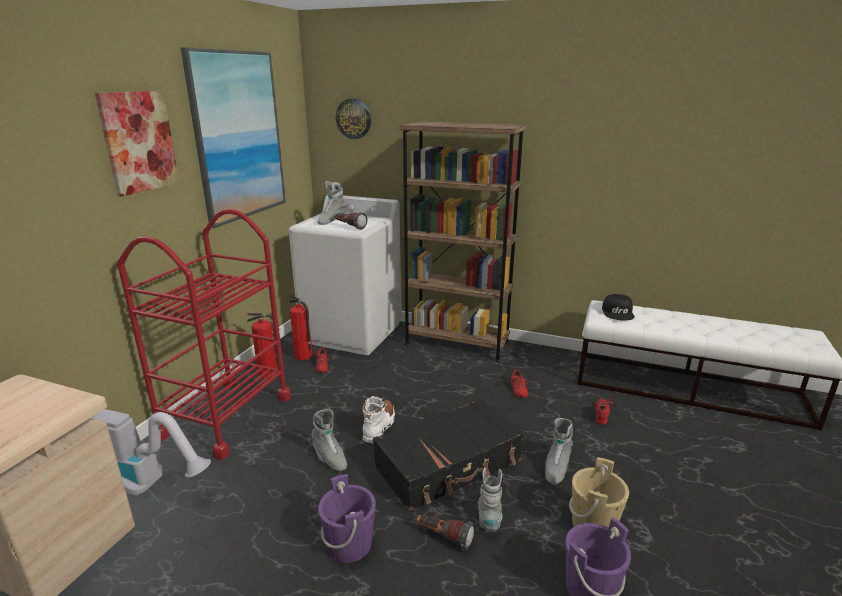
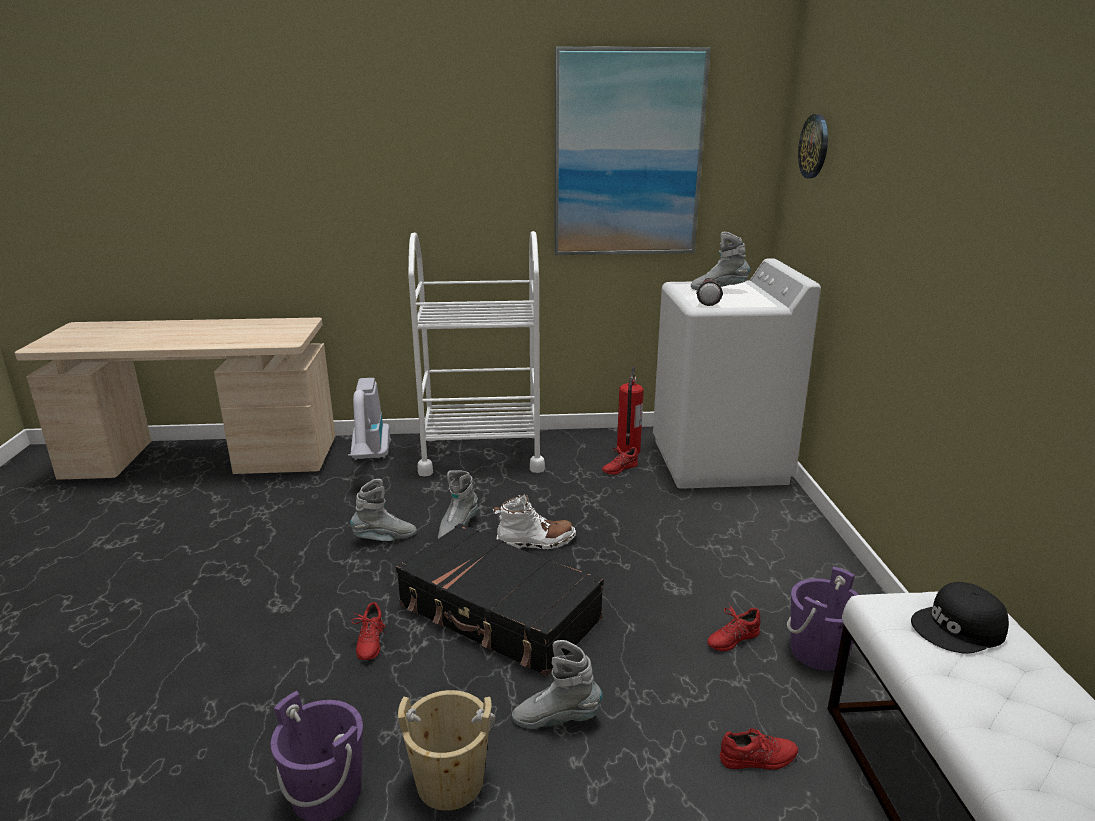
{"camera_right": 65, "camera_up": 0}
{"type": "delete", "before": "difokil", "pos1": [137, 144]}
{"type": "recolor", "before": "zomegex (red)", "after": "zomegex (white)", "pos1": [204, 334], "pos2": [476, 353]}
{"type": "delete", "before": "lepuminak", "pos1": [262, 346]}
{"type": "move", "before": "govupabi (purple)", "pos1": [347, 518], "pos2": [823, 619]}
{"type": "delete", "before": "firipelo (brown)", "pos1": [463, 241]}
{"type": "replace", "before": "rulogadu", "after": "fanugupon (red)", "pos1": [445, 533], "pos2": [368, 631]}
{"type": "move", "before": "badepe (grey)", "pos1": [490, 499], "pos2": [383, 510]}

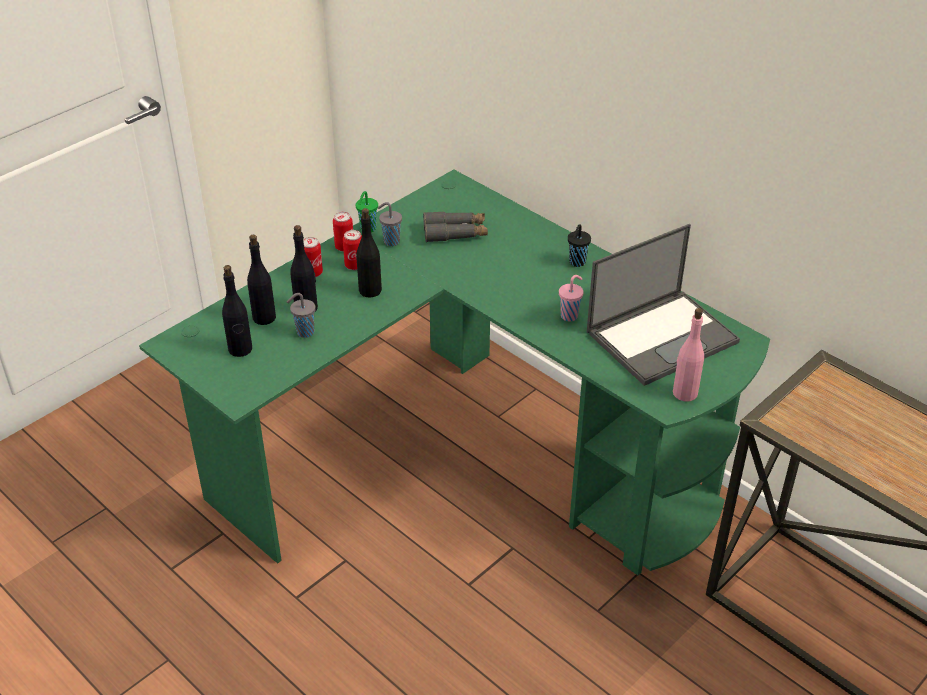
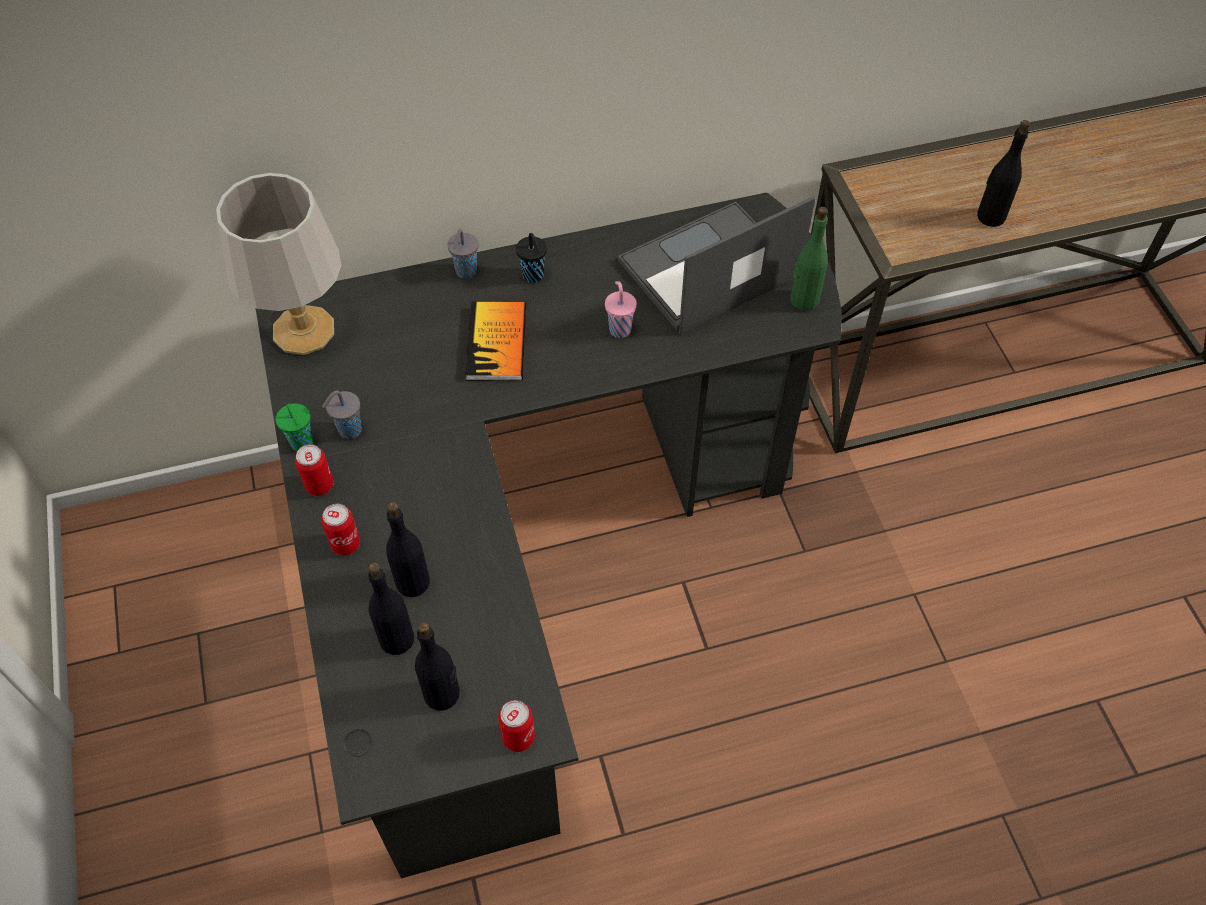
{"camera_right": -60, "camera_up": 15}
{"type": "recolor", "before": "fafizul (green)", "after": "fafizul (black)", "pos1": [454, 372], "pos2": [548, 535]}
{"type": "move", "before": "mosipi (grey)", "pos1": [301, 315], "pos2": [462, 254]}
{"type": "move", "before": "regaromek", "pos1": [352, 250], "pos2": [516, 726]}
{"type": "move", "before": "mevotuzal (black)", "pos1": [369, 253], "pos2": [1003, 173]}
{"type": "delete", "before": "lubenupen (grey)", "pos1": [455, 226]}
{"type": "rotate", "before": "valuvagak", "pos1": [663, 305], "pos2": [717, 265], "turn": -120}
{"type": "recolor", "before": "mevotuzal (pink)", "after": "mevotuzal (green)", "pos1": [688, 354], "pos2": [809, 259]}
{"type": "insert", "after": "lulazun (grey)", "pos2": [278, 264]}
{"type": "insert", "after": "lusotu", "pos2": [495, 341]}

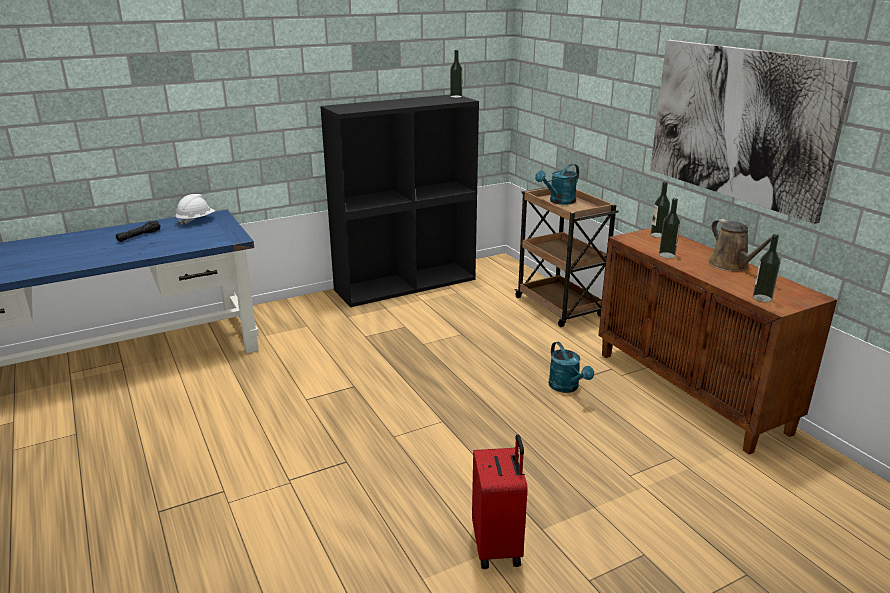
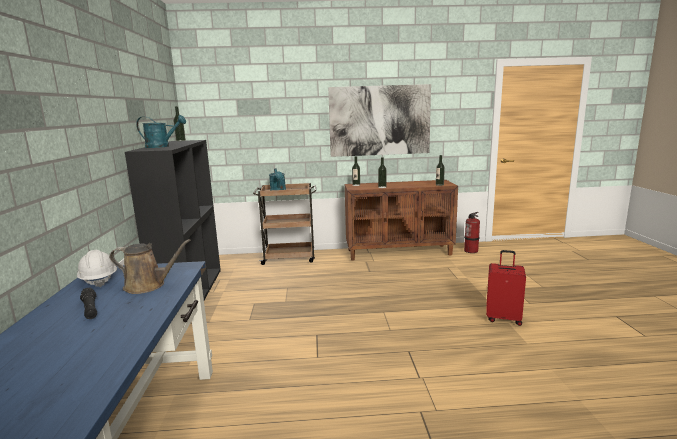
{"camera_right": -65, "camera_up": -10}
{"type": "move", "before": "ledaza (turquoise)", "pos1": [571, 367], "pos2": [161, 131]}
{"type": "move", "before": "ledaza (brown)", "pos1": [740, 245], "pos2": [150, 266]}
{"type": "insert", "after": "lepuminak", "pos2": [472, 232]}

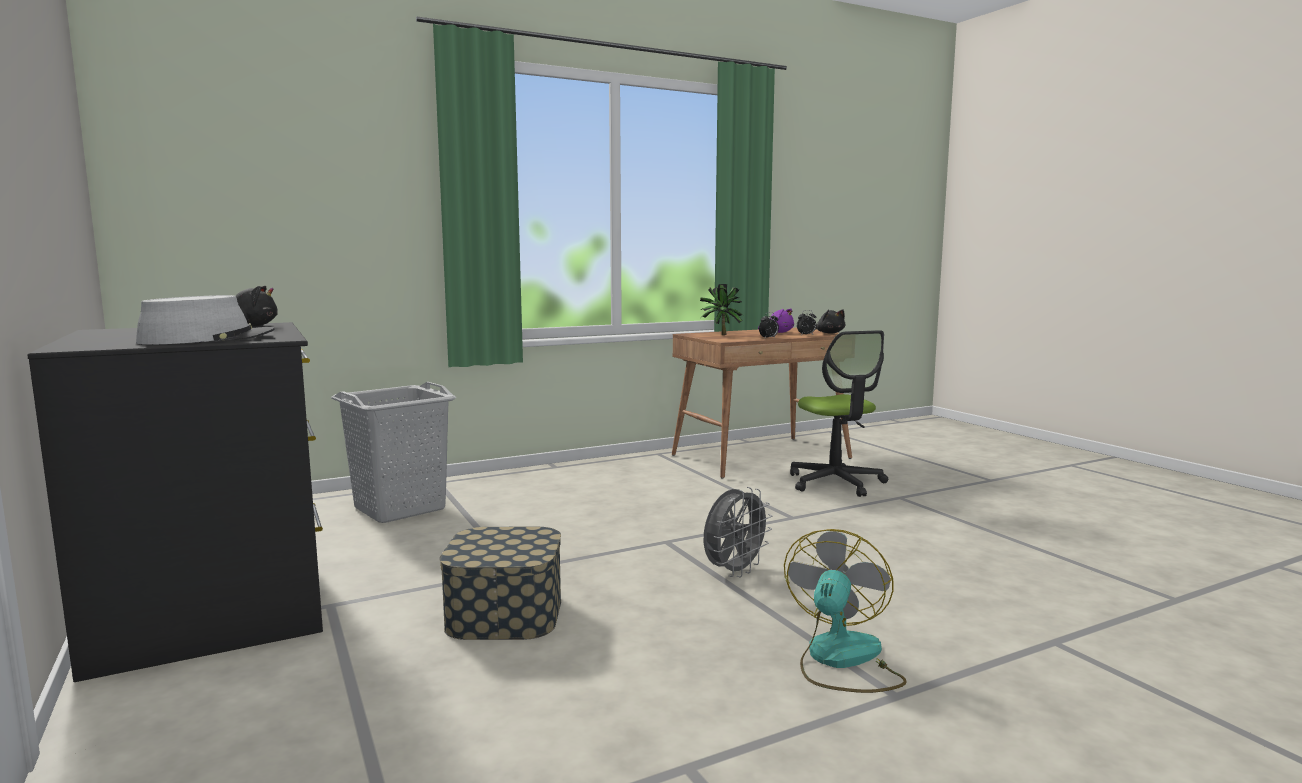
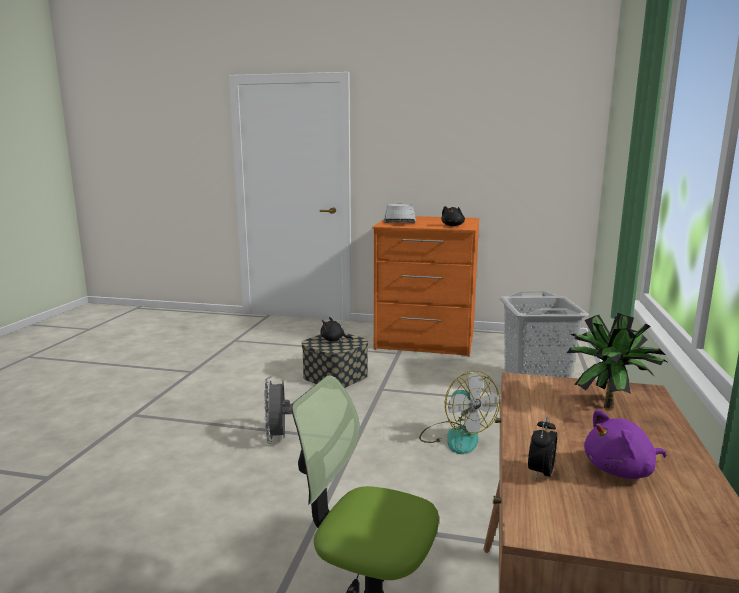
{"camera_right": 130, "camera_up": 5}
{"type": "recolor", "before": "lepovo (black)", "after": "lepovo (orange)", "pos1": [175, 502], "pos2": [425, 286]}
{"type": "delete", "before": "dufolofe", "pos1": [769, 325]}
{"type": "move", "before": "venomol", "pos1": [845, 611], "pos2": [459, 412]}
{"type": "move", "before": "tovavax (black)", "pos1": [830, 321], "pos2": [336, 329]}

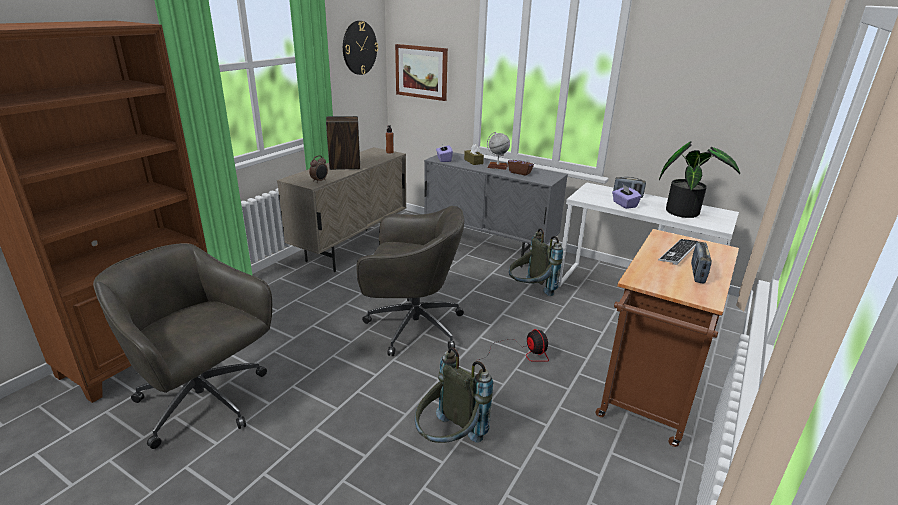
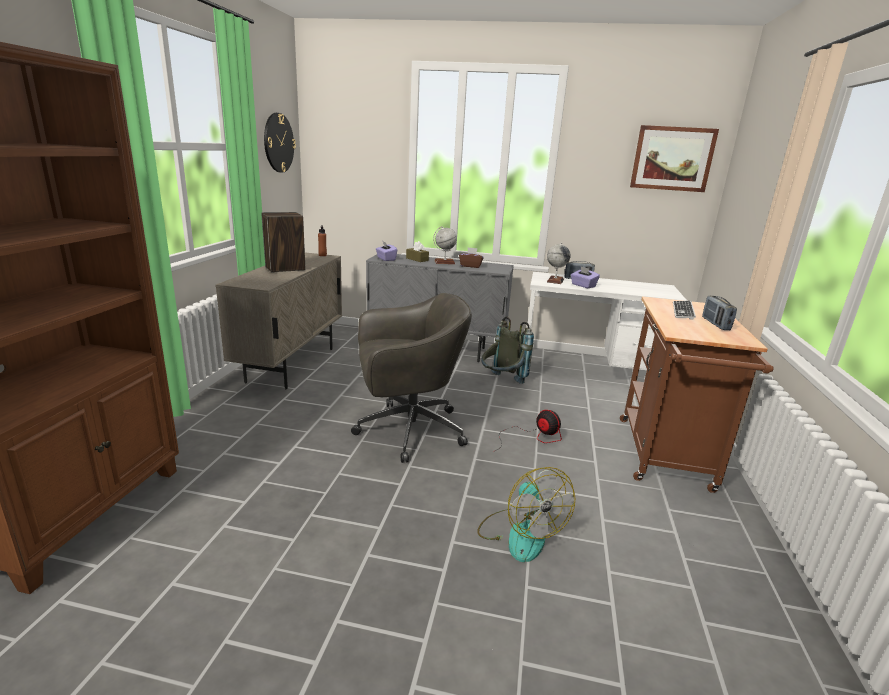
{"camera_right": -20, "camera_up": -5}
{"type": "delete", "before": "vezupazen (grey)", "pos1": [182, 346]}
{"type": "delete", "before": "dufolofe", "pos1": [318, 168]}
{"type": "move", "before": "difokil", "pos1": [421, 72], "pos2": [674, 158]}
{"type": "replace", "before": "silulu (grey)", "after": "venomol", "pos1": [454, 395], "pos2": [526, 514]}
{"type": "delete", "before": "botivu", "pos1": [699, 179]}
{"type": "insert", "after": "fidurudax", "pos2": [559, 263]}

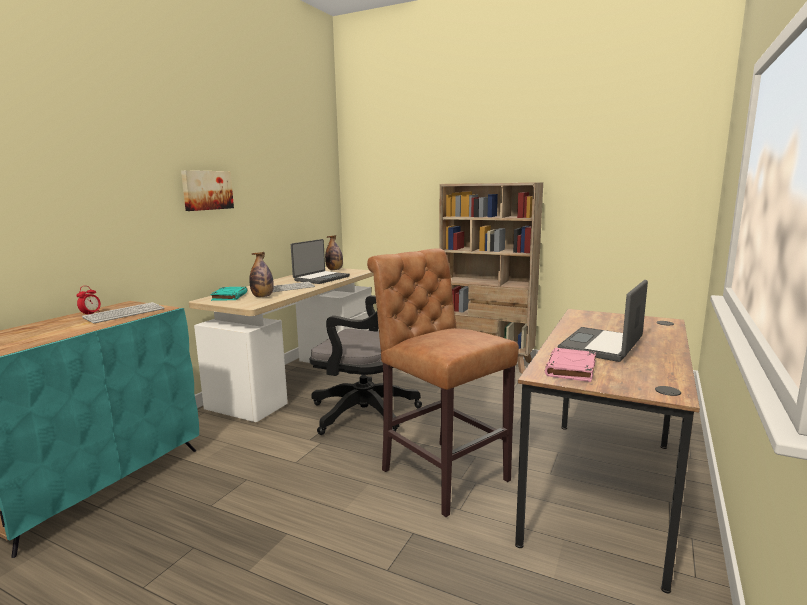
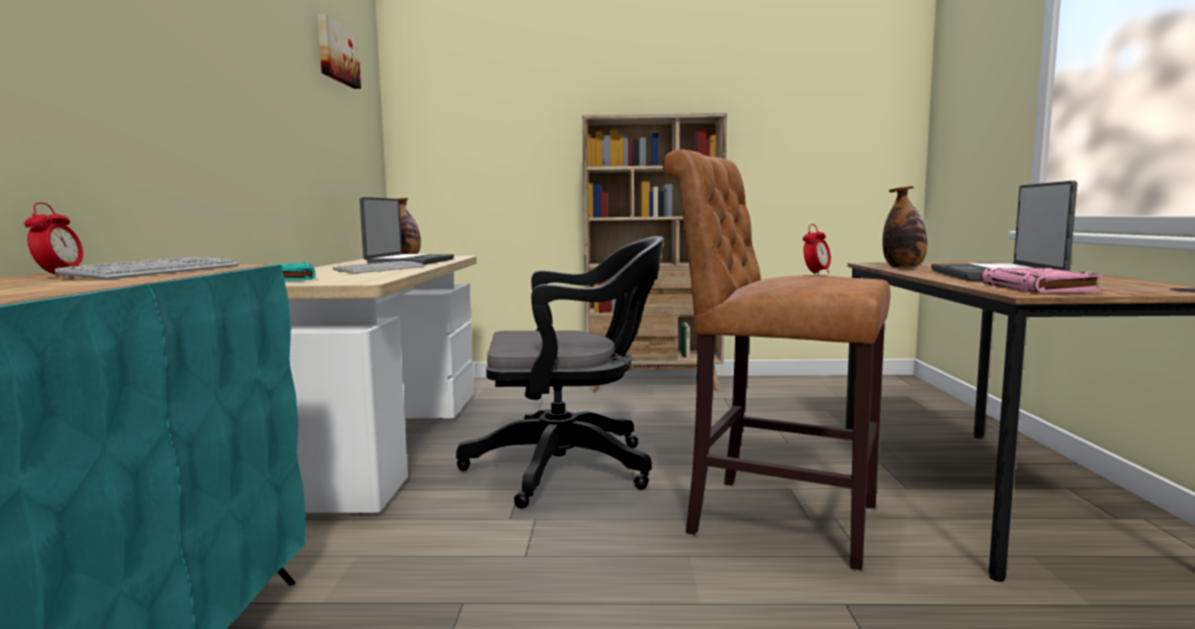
{"camera_right": -25, "camera_up": -5}
{"type": "move", "before": "difokil", "pos1": [207, 190], "pos2": [339, 51]}
{"type": "move", "before": "mevotuzal", "pos1": [261, 274], "pos2": [904, 227]}
{"type": "insert", "after": "dufolofe", "pos2": [817, 249]}

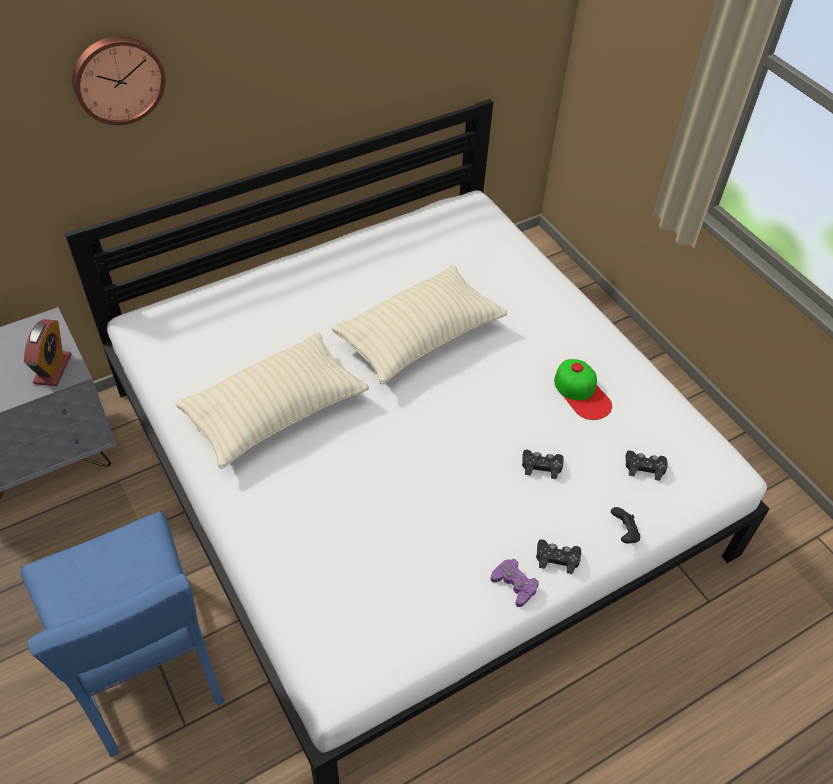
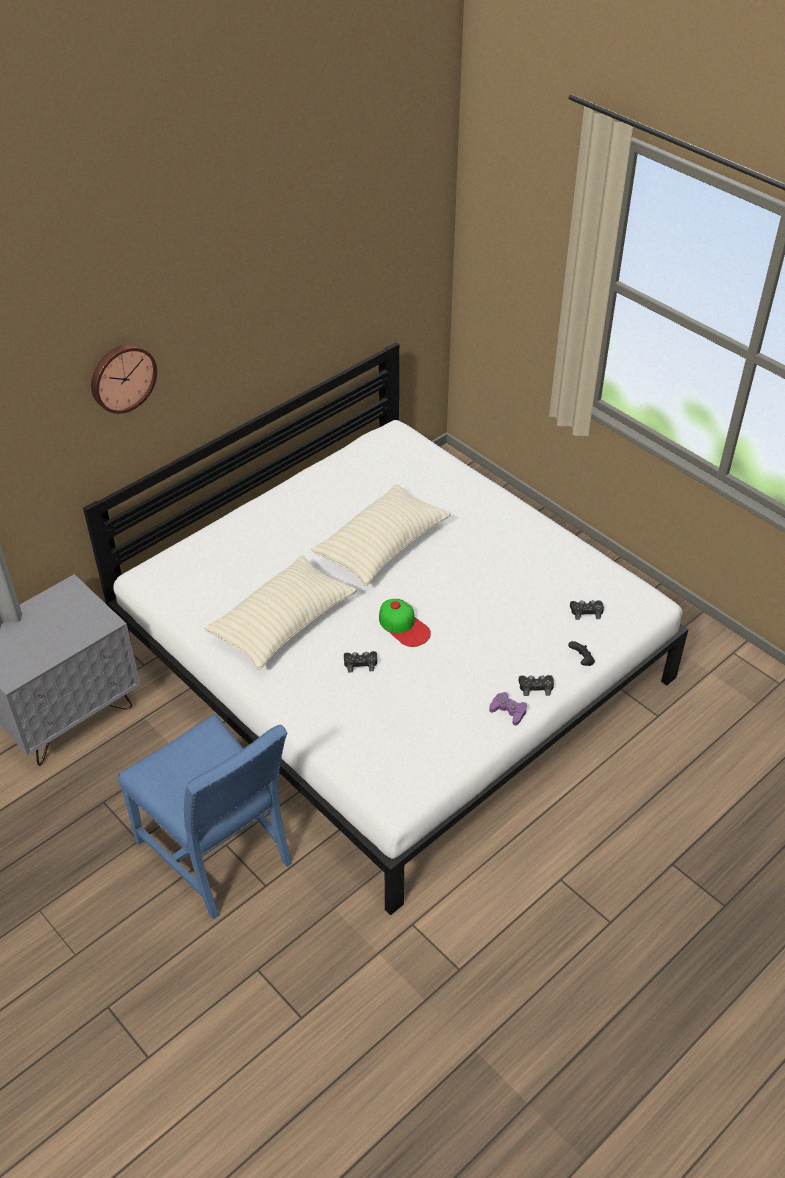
{"camera_right": -10, "camera_up": -5}
{"type": "delete", "before": "dufolofe", "pos1": [47, 352]}
{"type": "move", "before": "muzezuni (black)", "pos1": [543, 464], "pos2": [360, 662]}
{"type": "move", "before": "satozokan", "pos1": [583, 389], "pos2": [405, 623]}

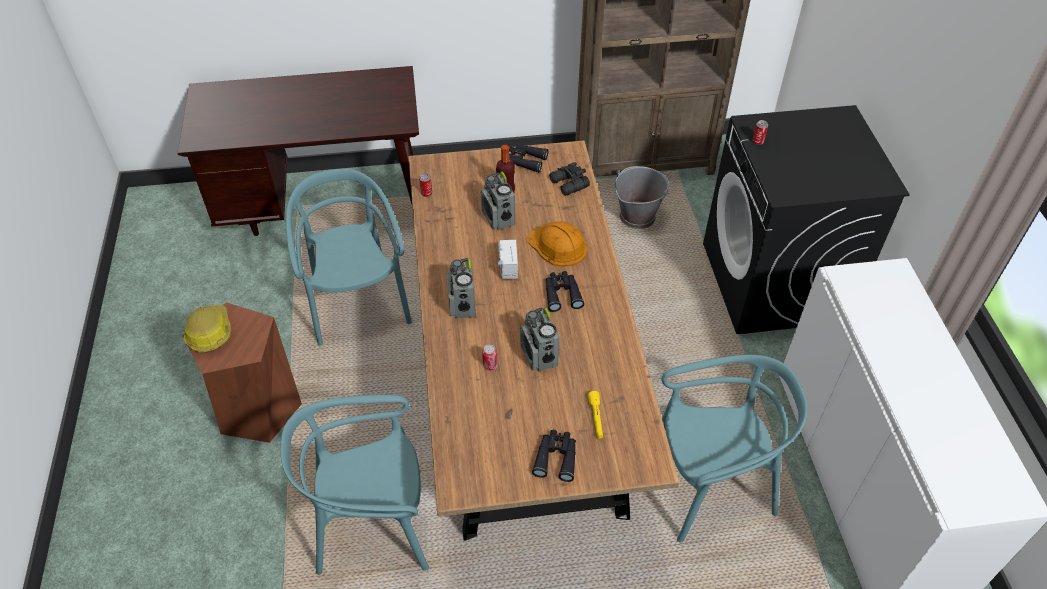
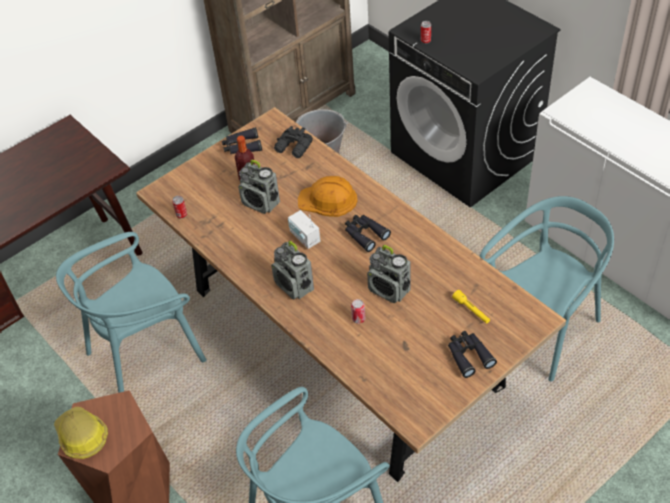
{"camera_right": -30, "camera_up": 0}
{"type": "rotate", "before": "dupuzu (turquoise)", "pos1": [349, 257], "pos2": [131, 312], "turn": -75}

